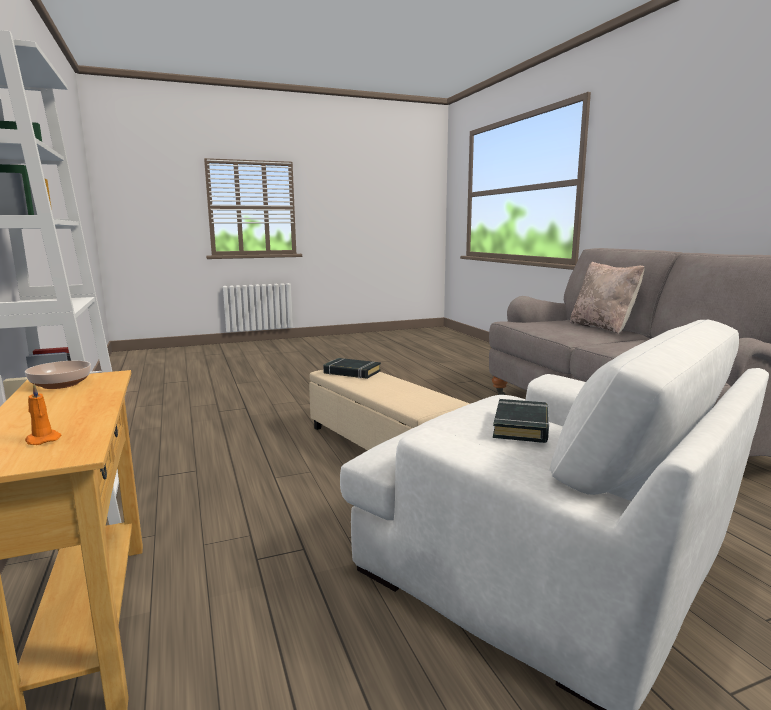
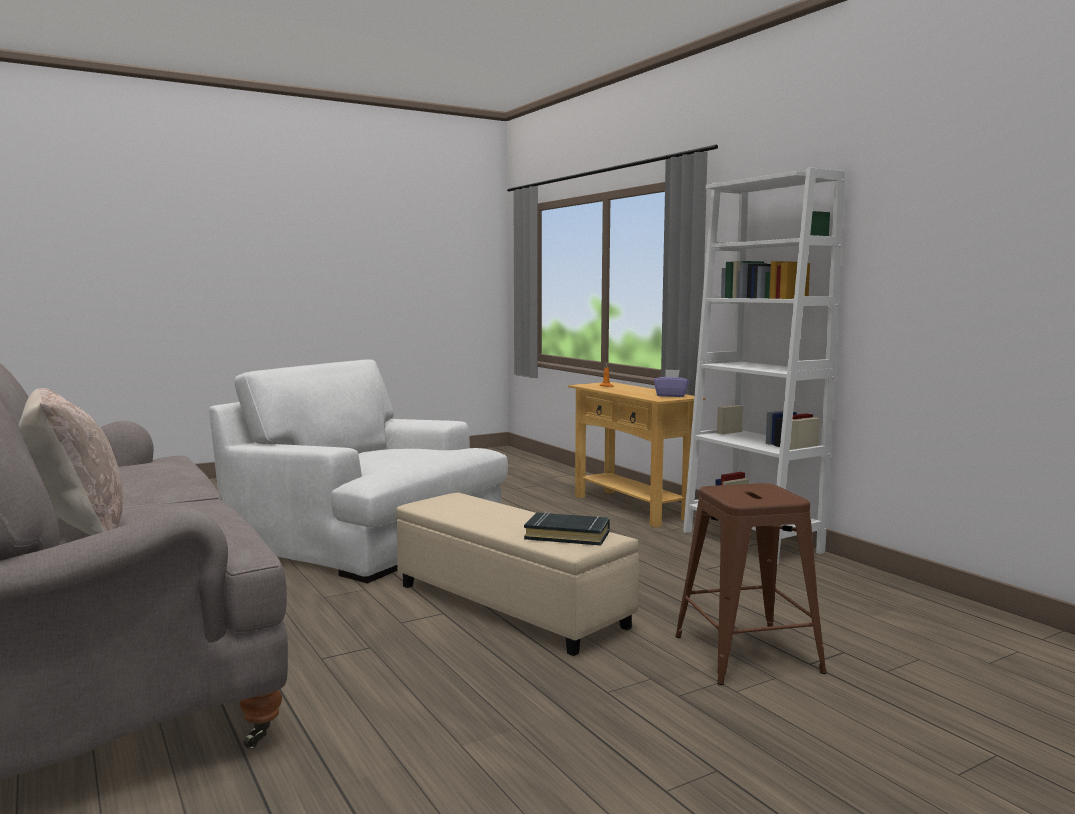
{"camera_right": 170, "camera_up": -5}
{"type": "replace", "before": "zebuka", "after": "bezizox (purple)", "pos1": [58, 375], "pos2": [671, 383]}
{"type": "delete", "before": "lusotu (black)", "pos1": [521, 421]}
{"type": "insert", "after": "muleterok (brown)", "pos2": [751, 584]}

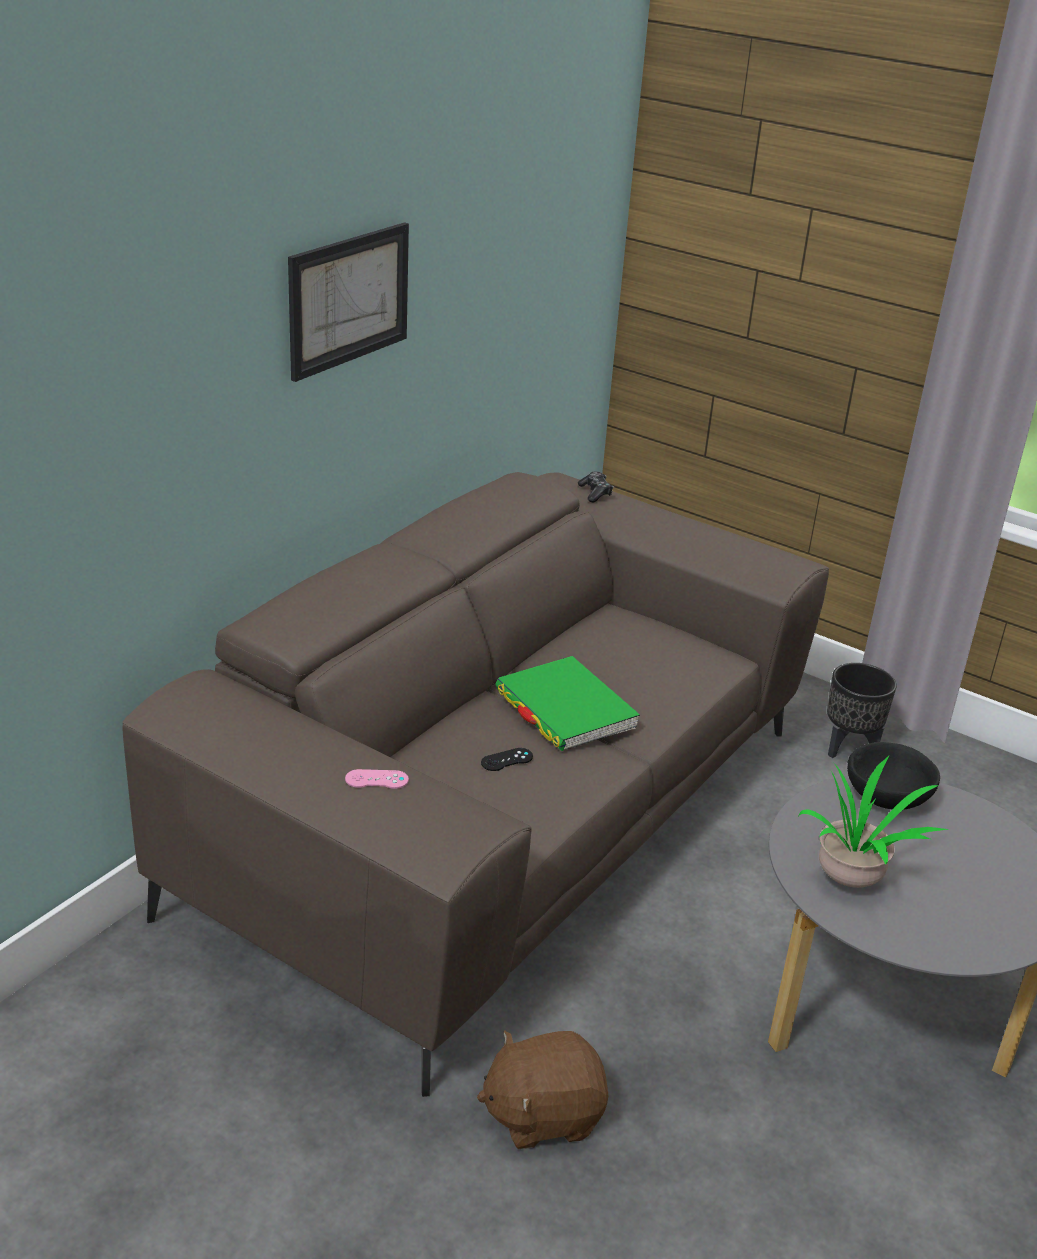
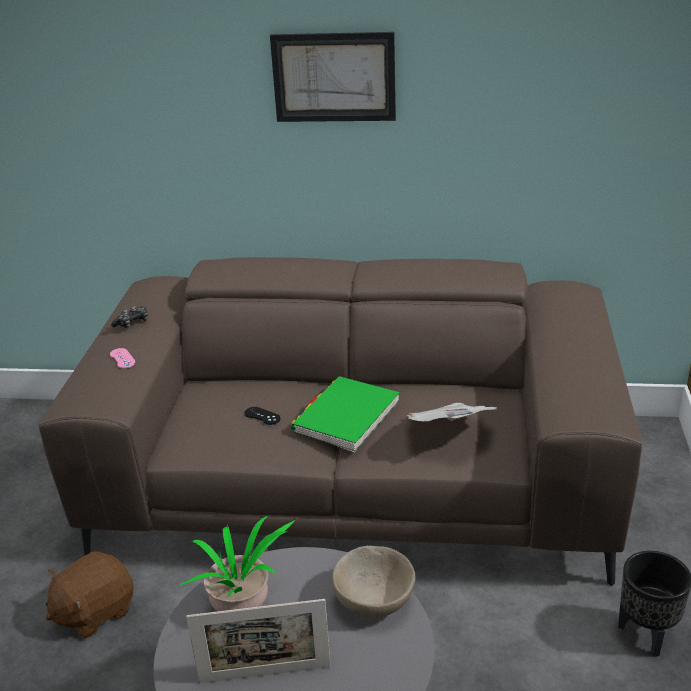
{"camera_right": 65, "camera_up": 0}
{"type": "rotate", "before": "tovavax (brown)", "pos1": [543, 1089], "pos2": [89, 594], "turn": -90}
{"type": "move", "before": "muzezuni", "pos1": [595, 486], "pos2": [129, 317]}
{"type": "recolor", "before": "zebuka (black)", "after": "zebuka (beige)", "pos1": [893, 776], "pos2": [373, 581]}
{"type": "insert", "after": "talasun", "pos2": [258, 641]}
{"type": "insert", "after": "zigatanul", "pos2": [452, 412]}

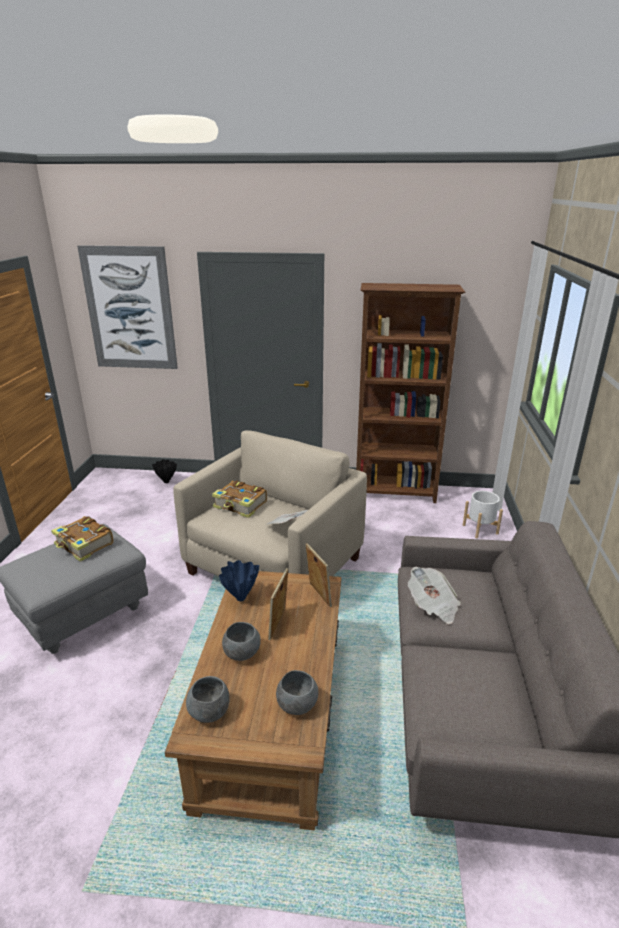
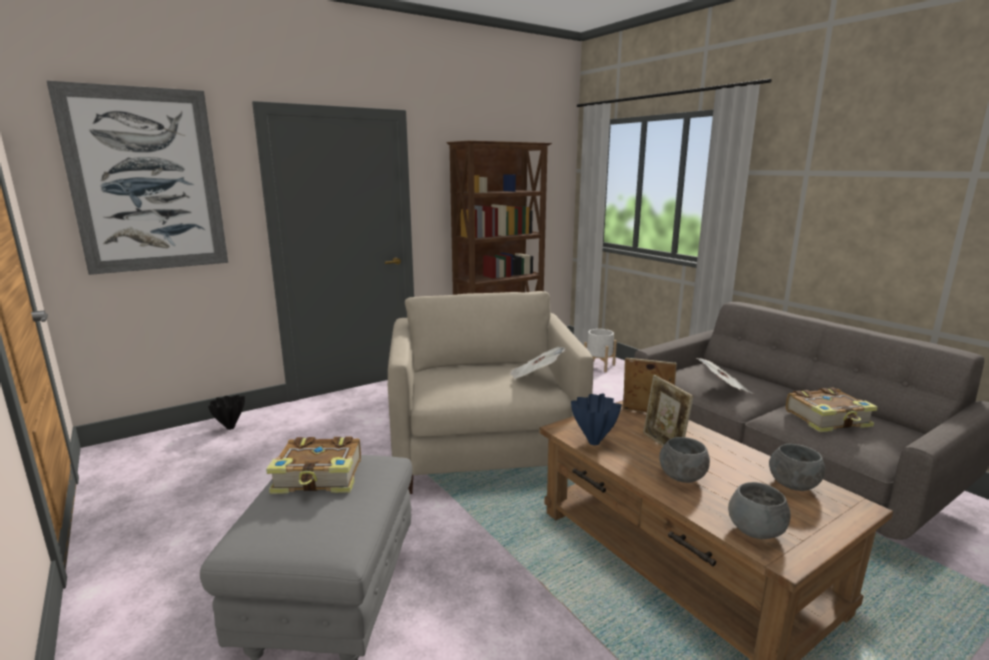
{"camera_right": -40, "camera_up": -10}
{"type": "move", "before": "lusotu", "pos1": [239, 499], "pos2": [832, 410]}

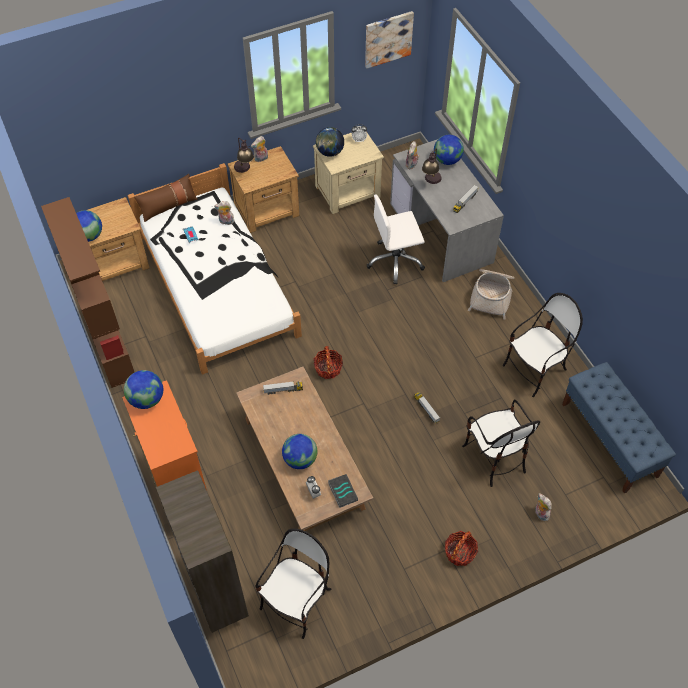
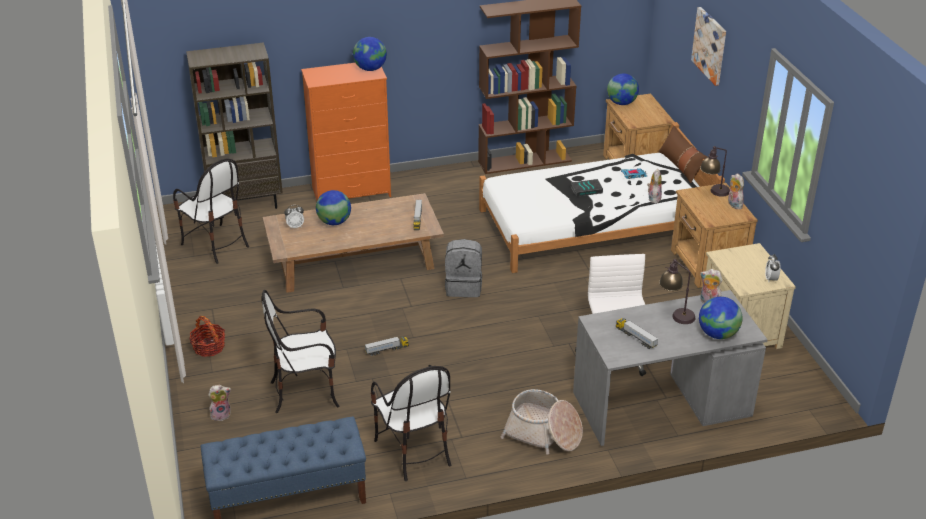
{"camera_right": 100, "camera_up": -20}
{"type": "replace", "before": "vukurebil", "after": "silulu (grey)", "pos1": [328, 362], "pos2": [463, 268]}
{"type": "delete", "before": "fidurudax", "pos1": [330, 142]}
{"type": "move", "before": "lusotu", "pos1": [343, 491], "pos2": [587, 188]}
{"type": "move", "before": "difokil", "pos1": [389, 39], "pos2": [708, 46]}

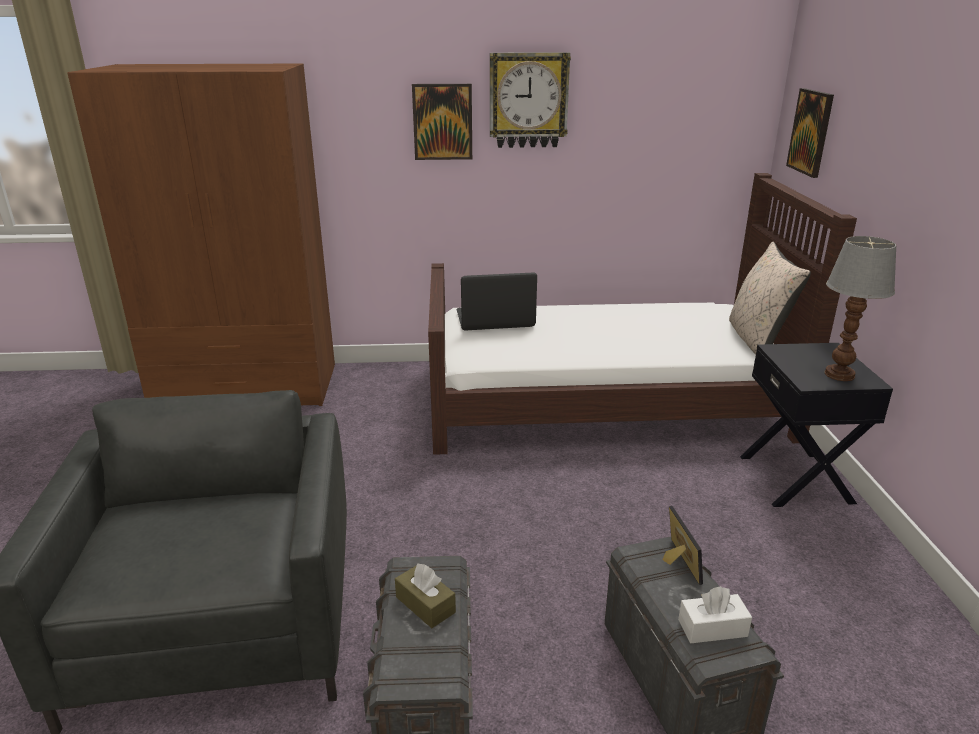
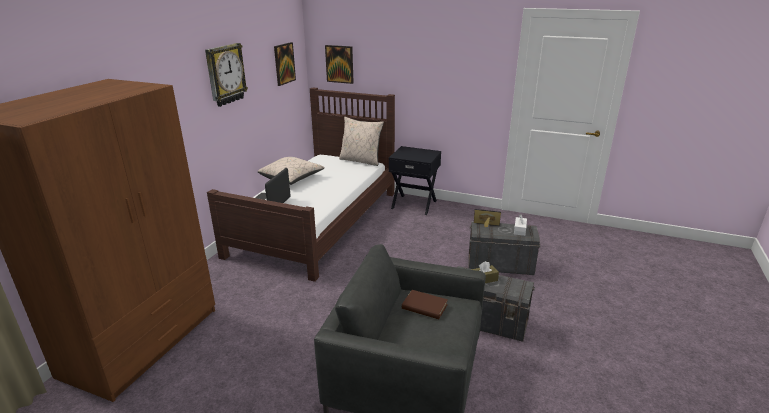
{"camera_right": -65, "camera_up": 0}
{"type": "move", "before": "difokil", "pos1": [442, 122], "pos2": [285, 64]}
{"type": "delete", "before": "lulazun", "pos1": [860, 308]}
{"type": "insert", "after": "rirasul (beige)", "pos2": [291, 171]}
{"type": "insert", "after": "lusotu (brown)", "pos2": [425, 304]}

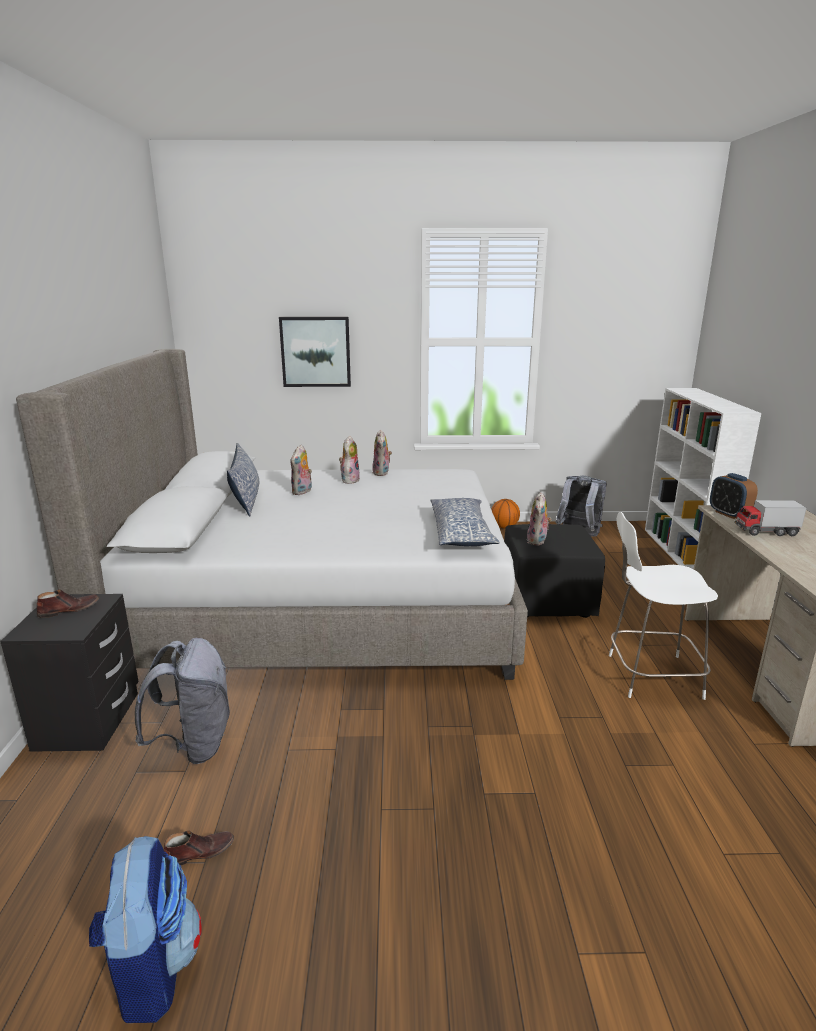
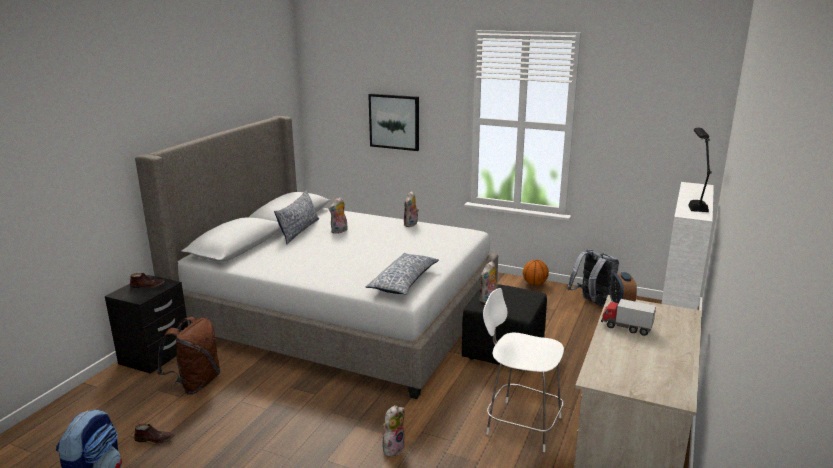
{"camera_right": 25, "camera_up": 0}
{"type": "recolor", "before": "silulu (grey)", "after": "silulu (brown)", "pos1": [182, 701], "pos2": [189, 356]}
{"type": "move", "before": "tovavax", "pos1": [349, 460], "pos2": [393, 431]}
{"type": "insert", "after": "lulazun (black)", "pos2": [700, 169]}

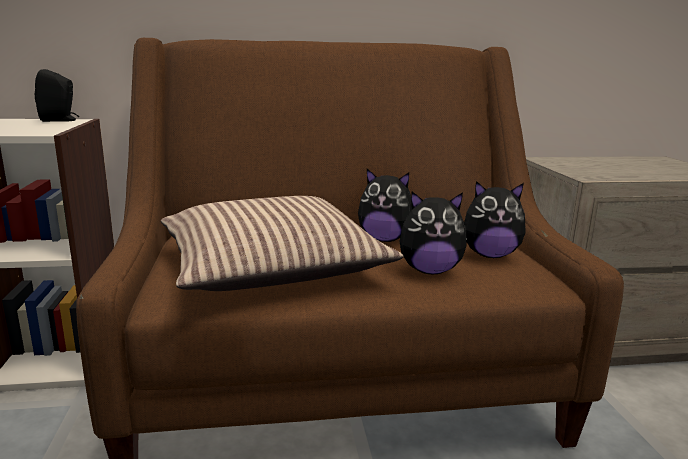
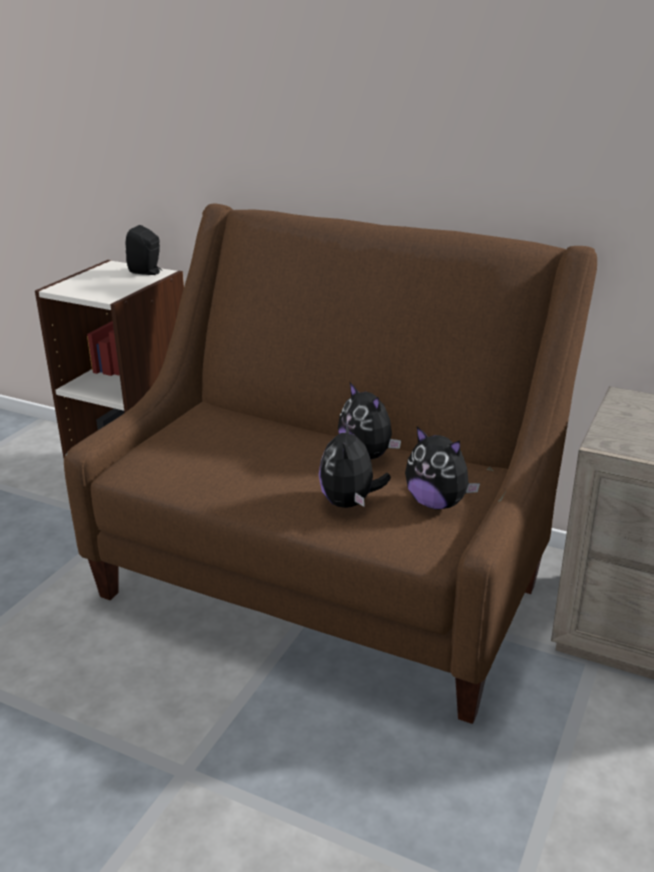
{"camera_right": 35, "camera_up": 10}
{"type": "delete", "before": "rirasul", "pos1": [282, 243]}
{"type": "rotate", "before": "tovavax", "pos1": [433, 233], "pos2": [355, 463], "turn": 60}

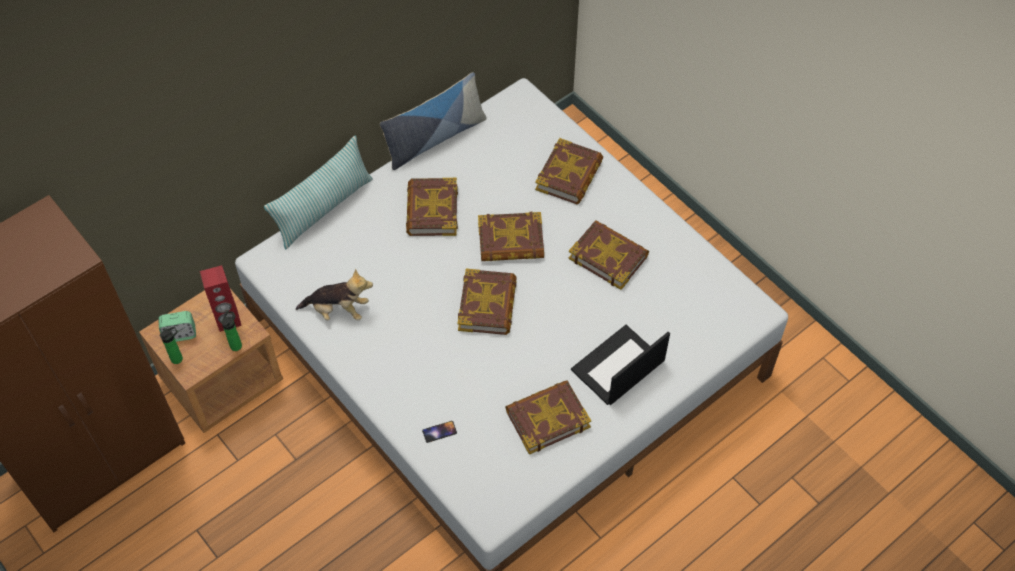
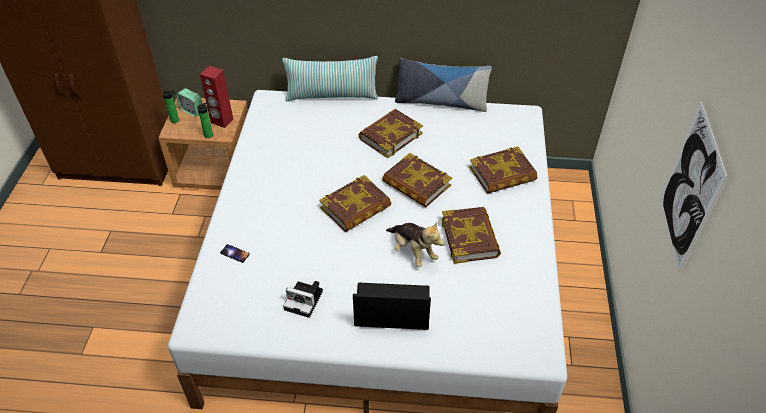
{"camera_right": 45, "camera_up": -10}
{"type": "move", "before": "tovavax", "pos1": [334, 294], "pos2": [415, 244]}
{"type": "replace", "before": "lusotu", "after": "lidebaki", "pos1": [548, 418], "pos2": [303, 299]}
{"type": "insert", "after": "difokil", "pos2": [694, 187]}

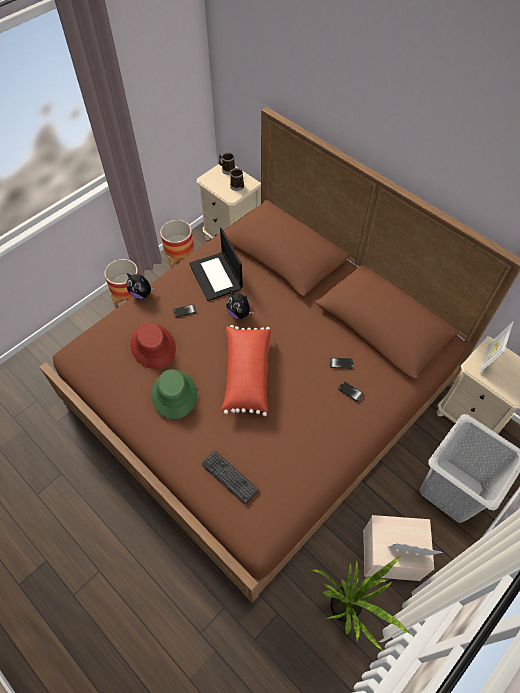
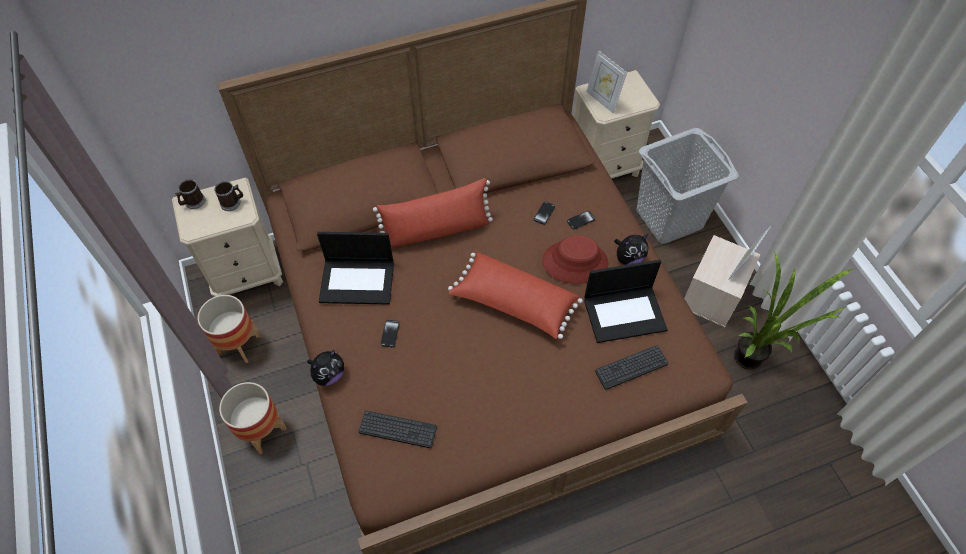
{"camera_right": -65, "camera_up": 0}
{"type": "move", "before": "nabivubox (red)", "pos1": [153, 346], "pos2": [575, 259]}
{"type": "delete", "before": "nabivubox (green)", "pos1": [174, 394]}
{"type": "move", "before": "tovavax", "pos1": [240, 304], "pos2": [631, 249]}
{"type": "insert", "after": "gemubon", "pos2": [397, 429]}
{"type": "insert", "after": "rirasul (red)", "pos2": [433, 213]}
{"type": "insert", "after": "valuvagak", "pos2": [625, 301]}

